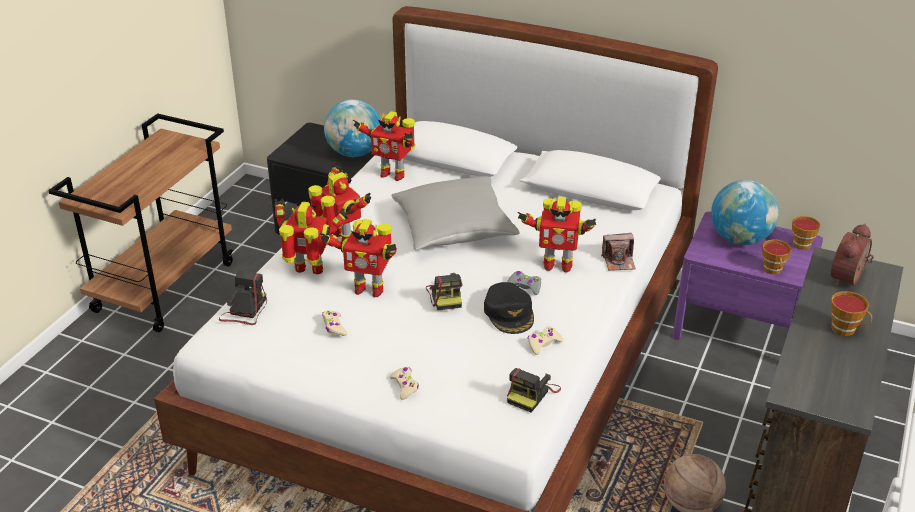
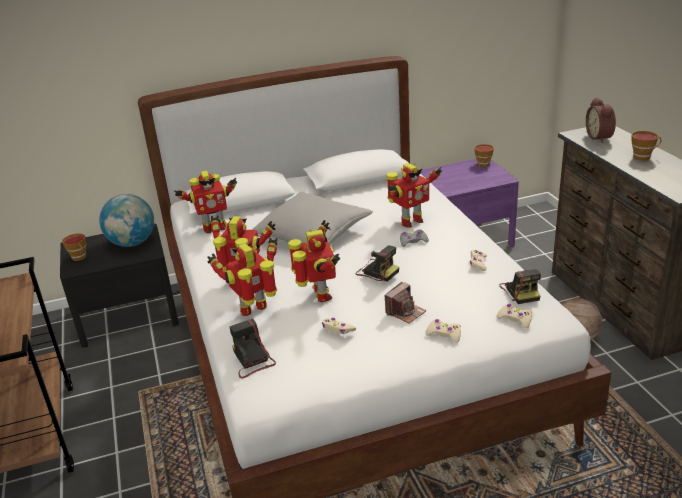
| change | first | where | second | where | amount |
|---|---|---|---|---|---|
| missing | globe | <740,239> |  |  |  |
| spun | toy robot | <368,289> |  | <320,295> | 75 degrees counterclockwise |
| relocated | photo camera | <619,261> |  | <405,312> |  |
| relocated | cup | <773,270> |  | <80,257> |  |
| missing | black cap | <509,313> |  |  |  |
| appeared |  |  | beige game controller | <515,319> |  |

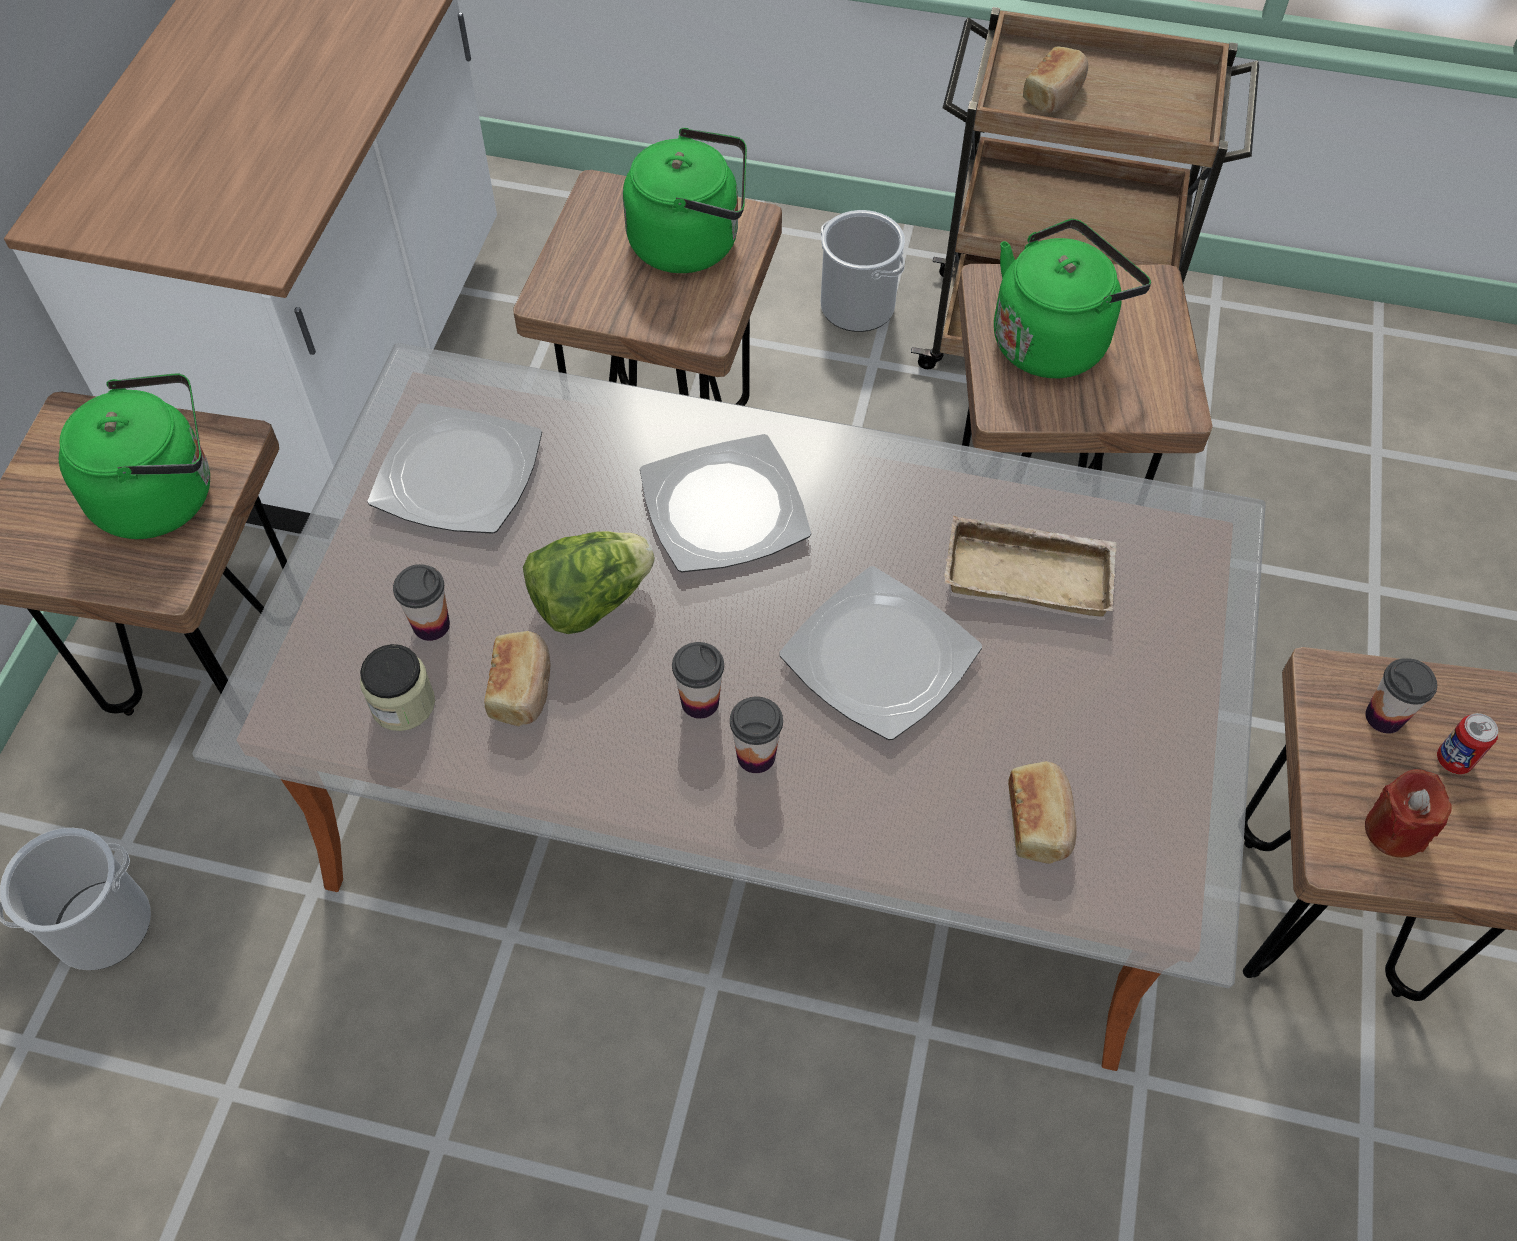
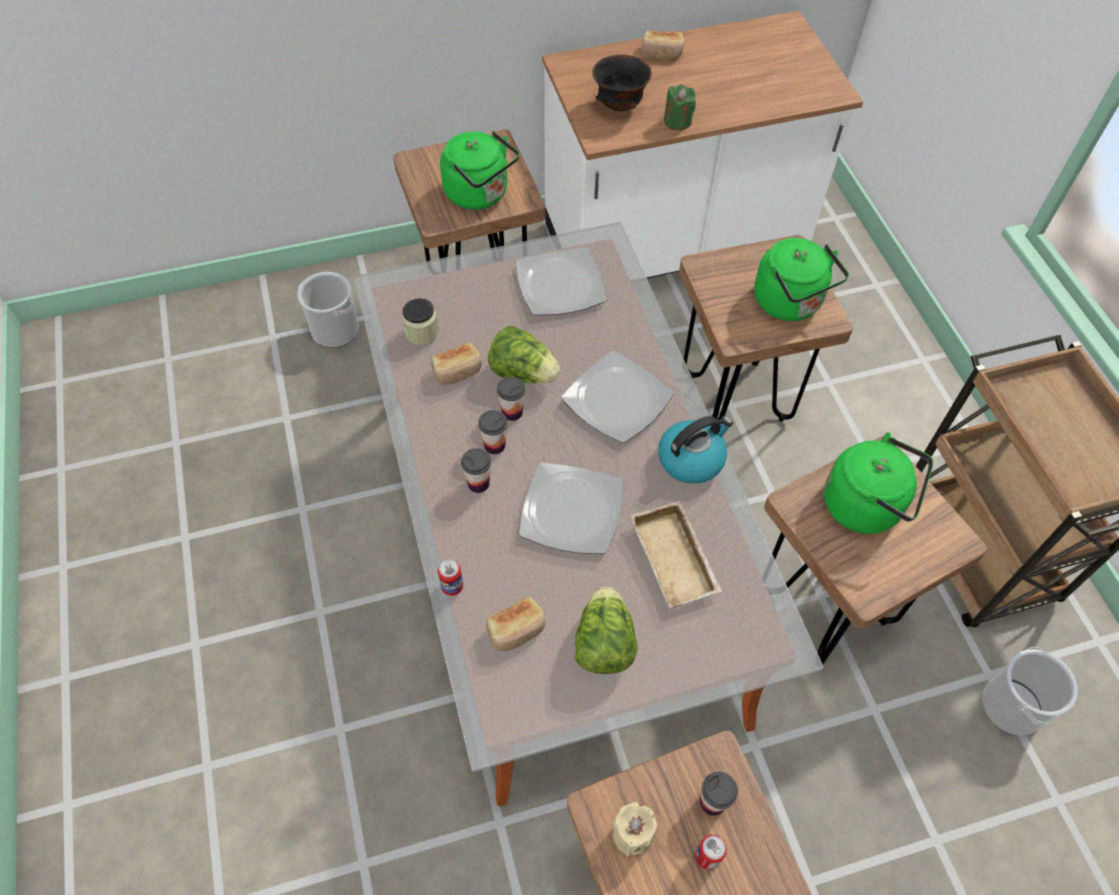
| change | first | where | second | where | amount |
|---|---|---|---|---|---|
| relocated | bread | <1055,93> |  | <661,53> |  |
| relocated | bucket | <857,306> |  | <1011,706> |  |
| relocated | cup | <431,625> |  | <512,412> |  |
| colour | red candle | <1394,830> | beige candle | <632,835> |  |
| appeared |  |  | black bowl | <618,106> |  |
| appeared |  |  | green candle | <677,121> |  |
| appeared |  |  | kettle | <691,458> |  |
| appeared |  |  | can | <452,586> |  |
| appeared |  |  | lettuce | <603,643> |  |

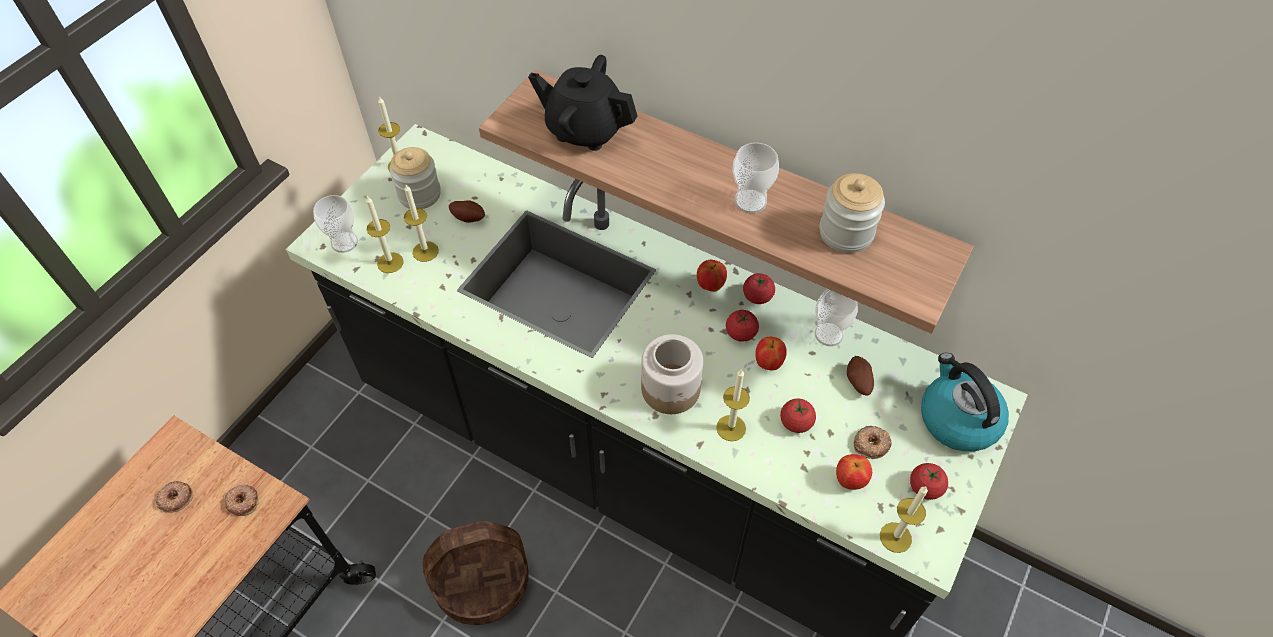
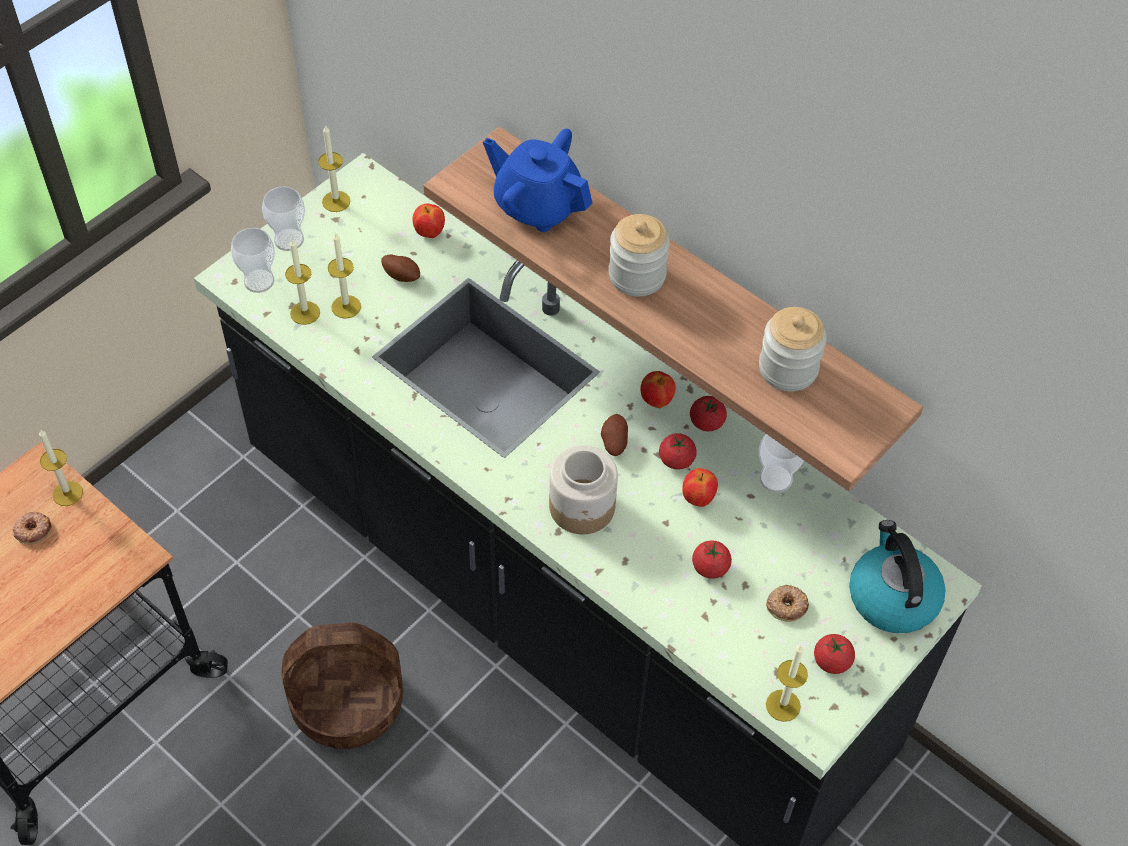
| change | first | where | second | where | amount |
|---|---|---|---|---|---|
| colour | black teapot | <585,129> | blue teapot | <537,206> |  |
| relocated | cup | <750,201> |  | <289,240> |  |
| relocated | jar | <419,194> |  | <637,275> |  |
| relocated | potato | <857,382> |  | <613,442> |  |
| relocated | candle | <731,428> |  | <67,493> |  |
| relocated | apple | <850,480> |  | <429,233> |  |
| missing | donut | <243,501> |  |  |  |

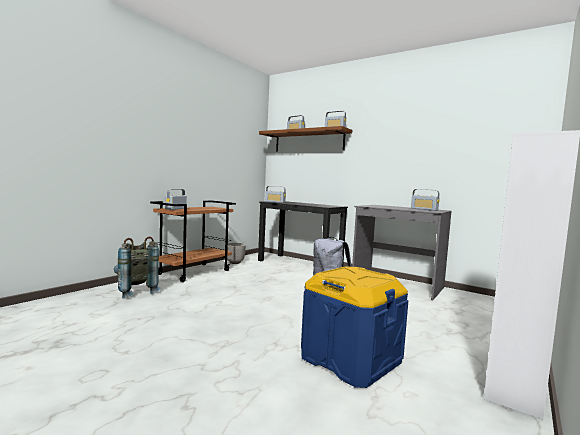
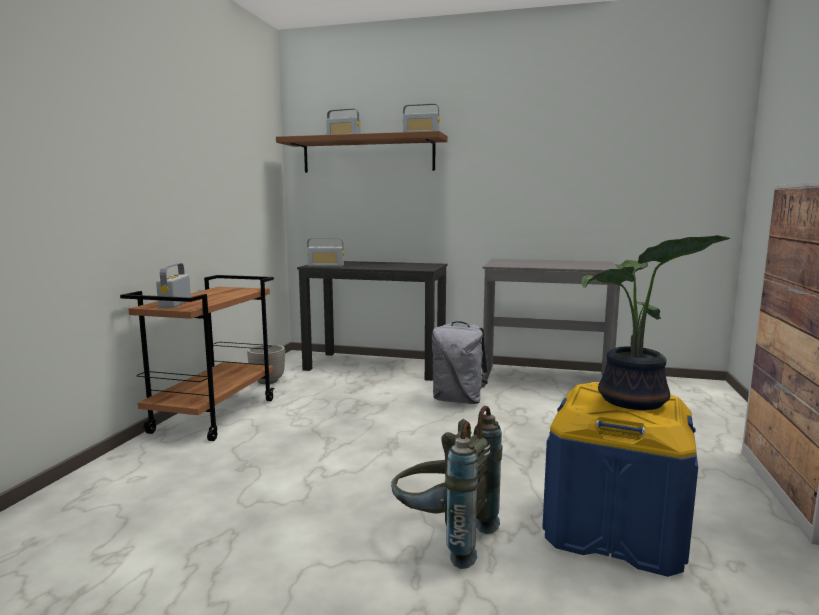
| change | first | where | second | where | amount |
|---|---|---|---|---|---|
| missing | radio | <424,209> |  |  |  |
| relocated | grey backpack | <134,291> |  | <443,537> |  |
| appeared |  |  | potted plant | <633,402> |  |

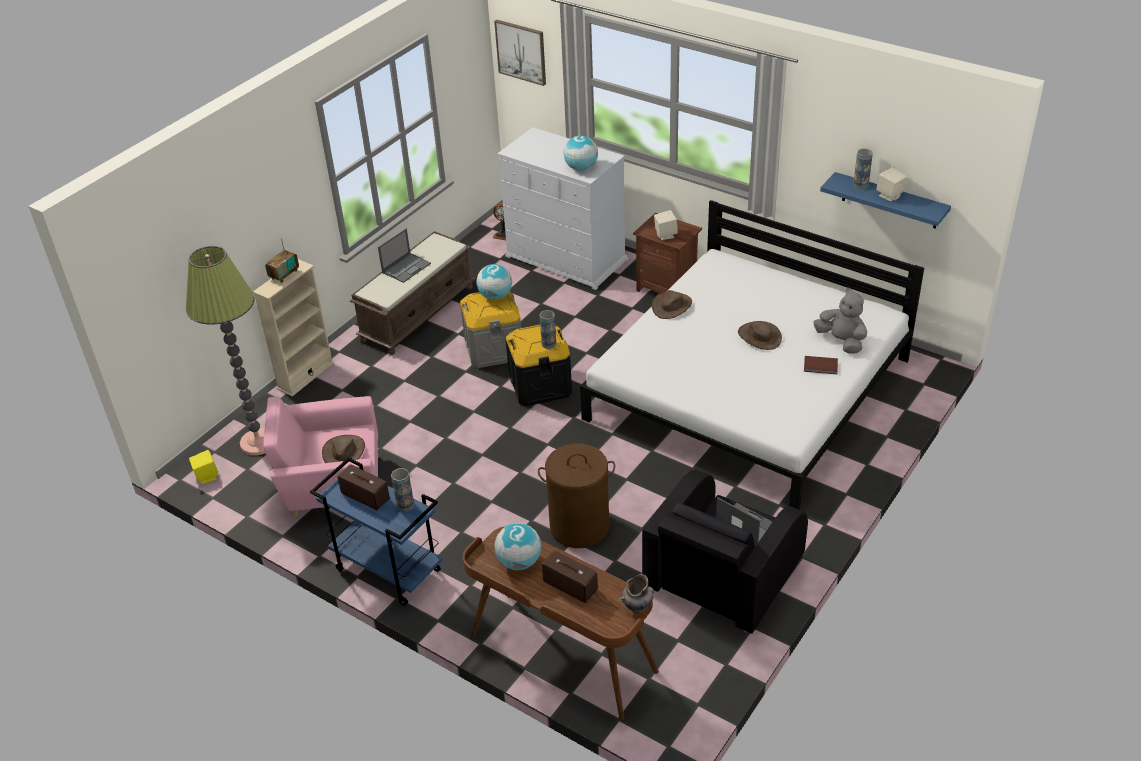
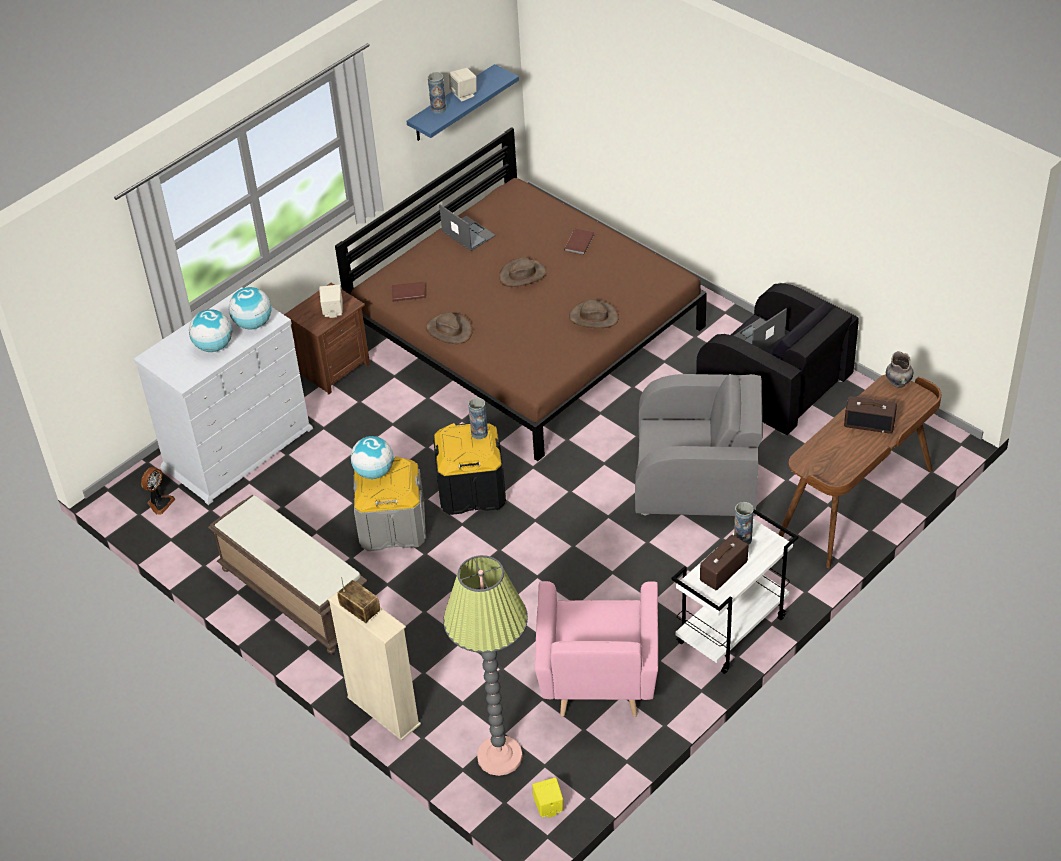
| change | first | where | second | where | amount |
|---|---|---|---|---|---|
| missing | picture | <521,51> |  |  |  |
| colour | white bed | <749,389> | brown bed | <526,331> |  |
| relocated | laptop | <406,267> |  | <467,233> |  |
| missing | grey plush toy | <841,341> |  |  |  |
| relocated | brown hat | <344,452> |  | <593,317> |  |
| exchanged | brown laundry basket | <579,527> | grey armchair | <697,477> |  |
| colour | blue cart | <387,570> | white cart | <731,631> |  |
| relocated | globe | <519,562> |  | <214,346> |  |
| spun | radio | <569,586> |  | <869,423> | 120 degrees counterclockwise |
| appeared |  |  | brown book | <407,292> |  |

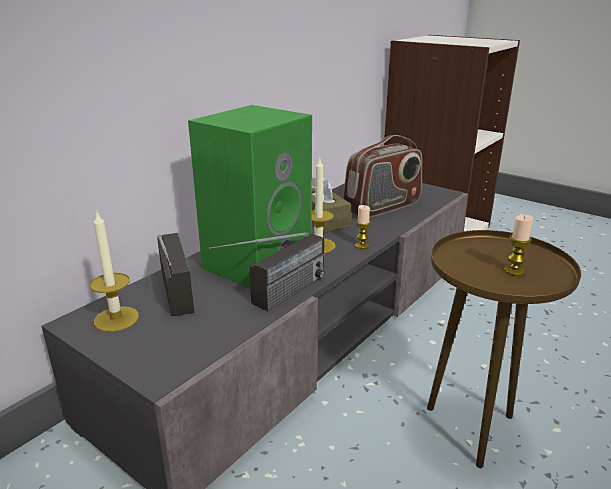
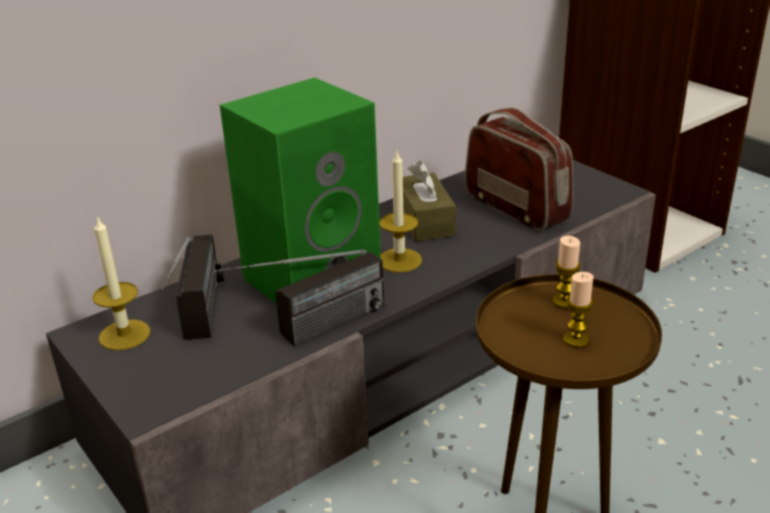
| change | first | where | second | where | amount |
|---|---|---|---|---|---|
| spun | radio | <382,207> |  | <516,208> | 105 degrees counterclockwise |
| relocated | candle | <362,245> |  | <564,301> |  |

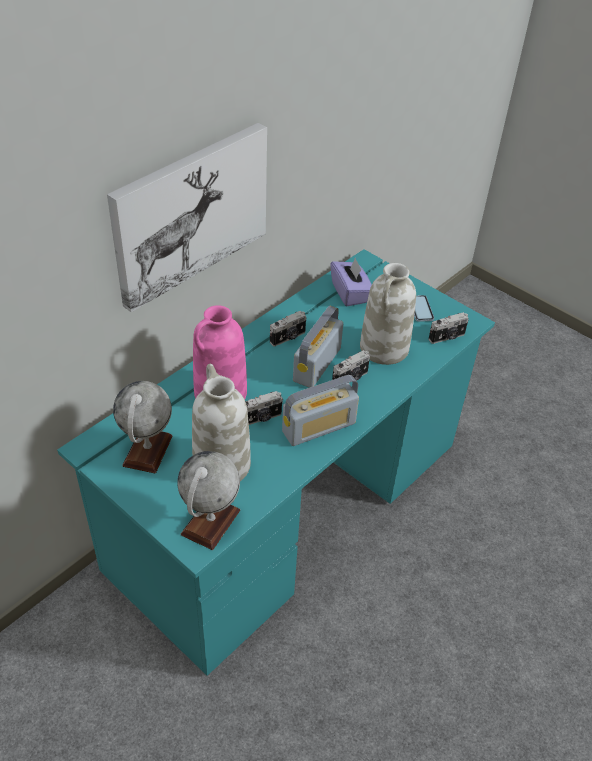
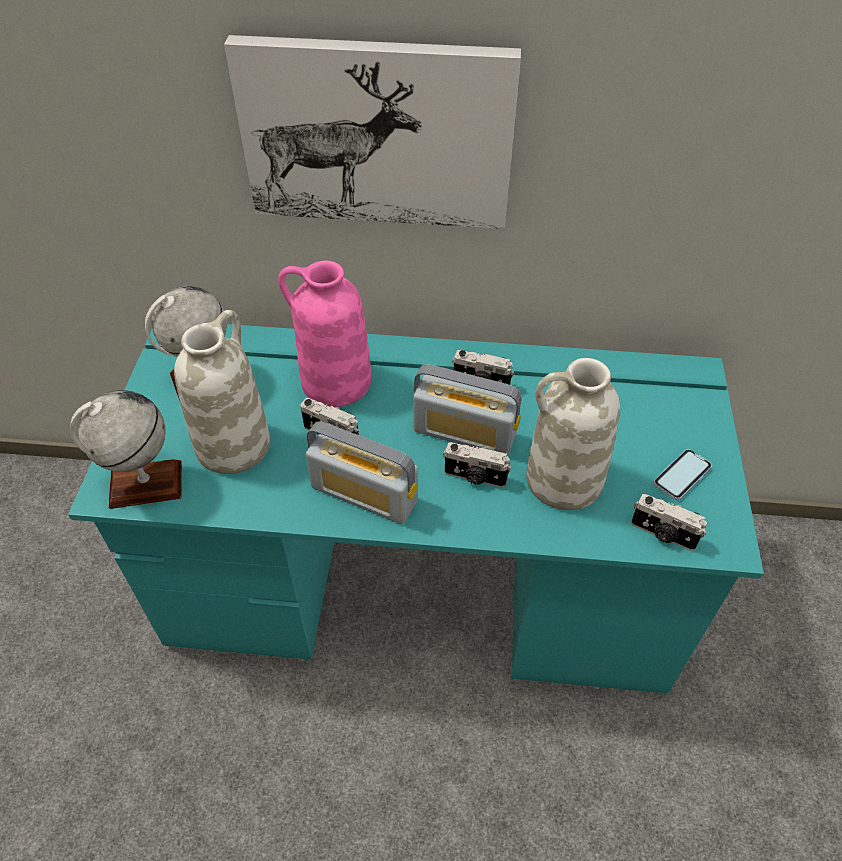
| change | first | where | second | where | amount |
|---|---|---|---|---|---|
| missing | purple tissue box | <350,293> |  |  |  |
| spun | radio | <317,364> |  | <464,433> | 150 degrees counterclockwise |

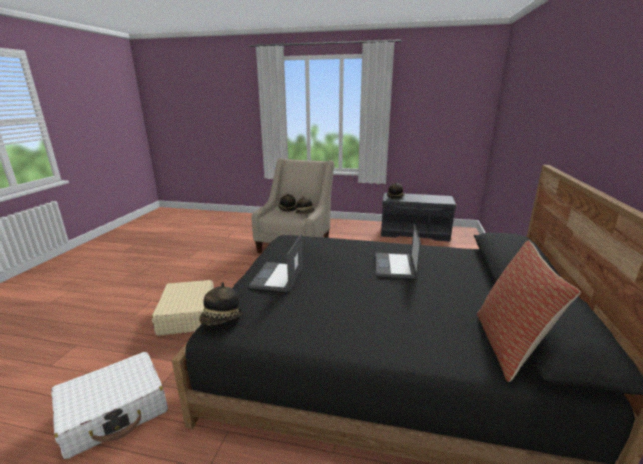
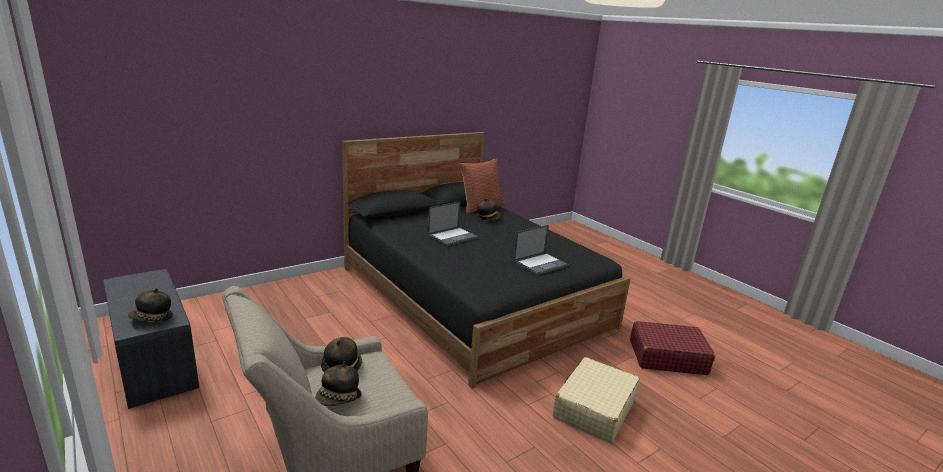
| change | first | where | second | where | amount |
|---|---|---|---|---|---|
| relocated | hat | <222,319> |  | <487,218> |  |
| colour | white suitcase | <115,411> | red suitcase | <667,357> |  |

